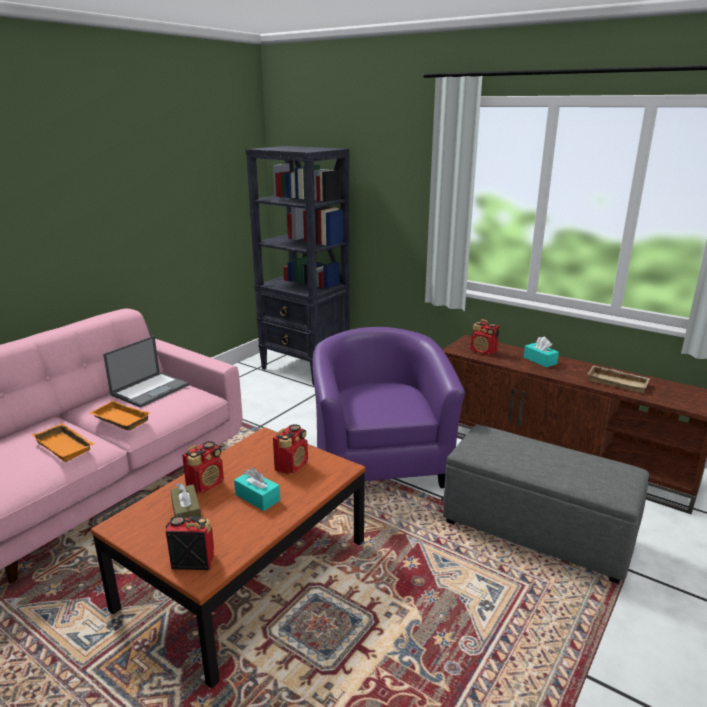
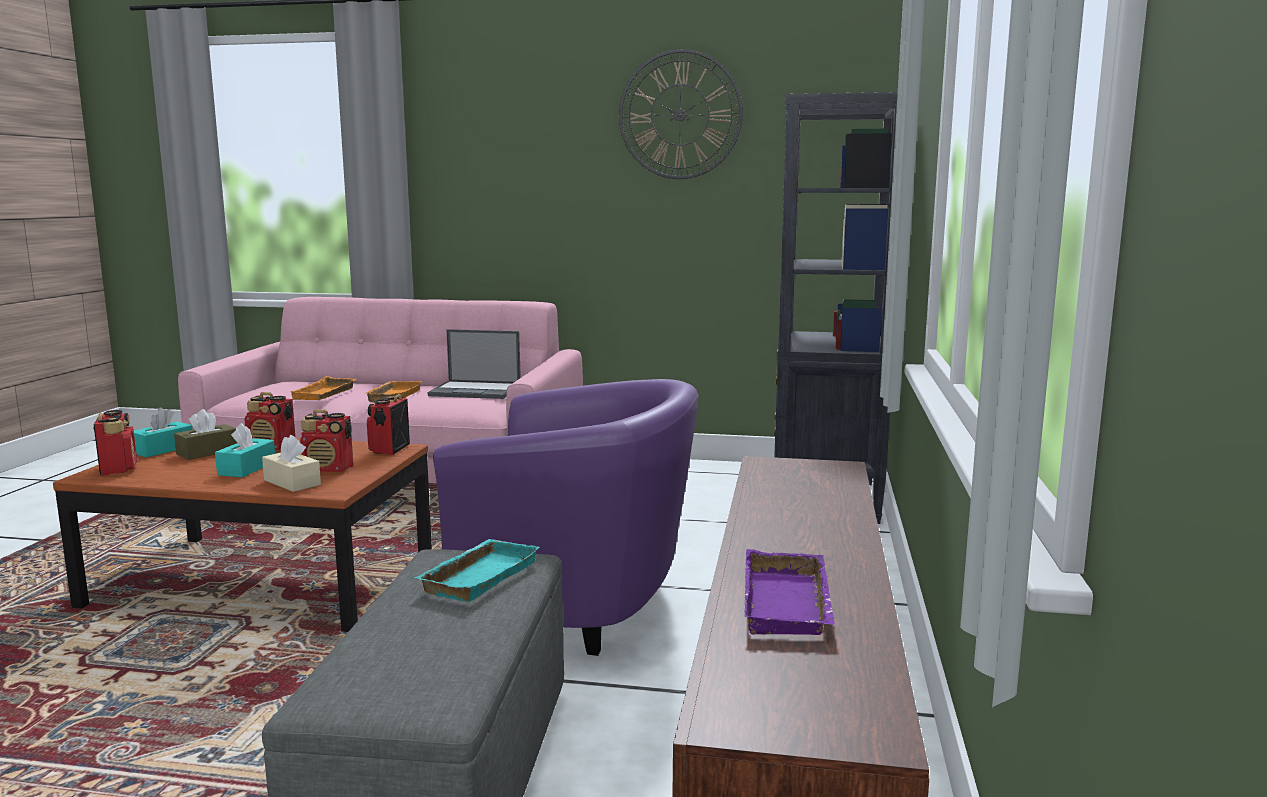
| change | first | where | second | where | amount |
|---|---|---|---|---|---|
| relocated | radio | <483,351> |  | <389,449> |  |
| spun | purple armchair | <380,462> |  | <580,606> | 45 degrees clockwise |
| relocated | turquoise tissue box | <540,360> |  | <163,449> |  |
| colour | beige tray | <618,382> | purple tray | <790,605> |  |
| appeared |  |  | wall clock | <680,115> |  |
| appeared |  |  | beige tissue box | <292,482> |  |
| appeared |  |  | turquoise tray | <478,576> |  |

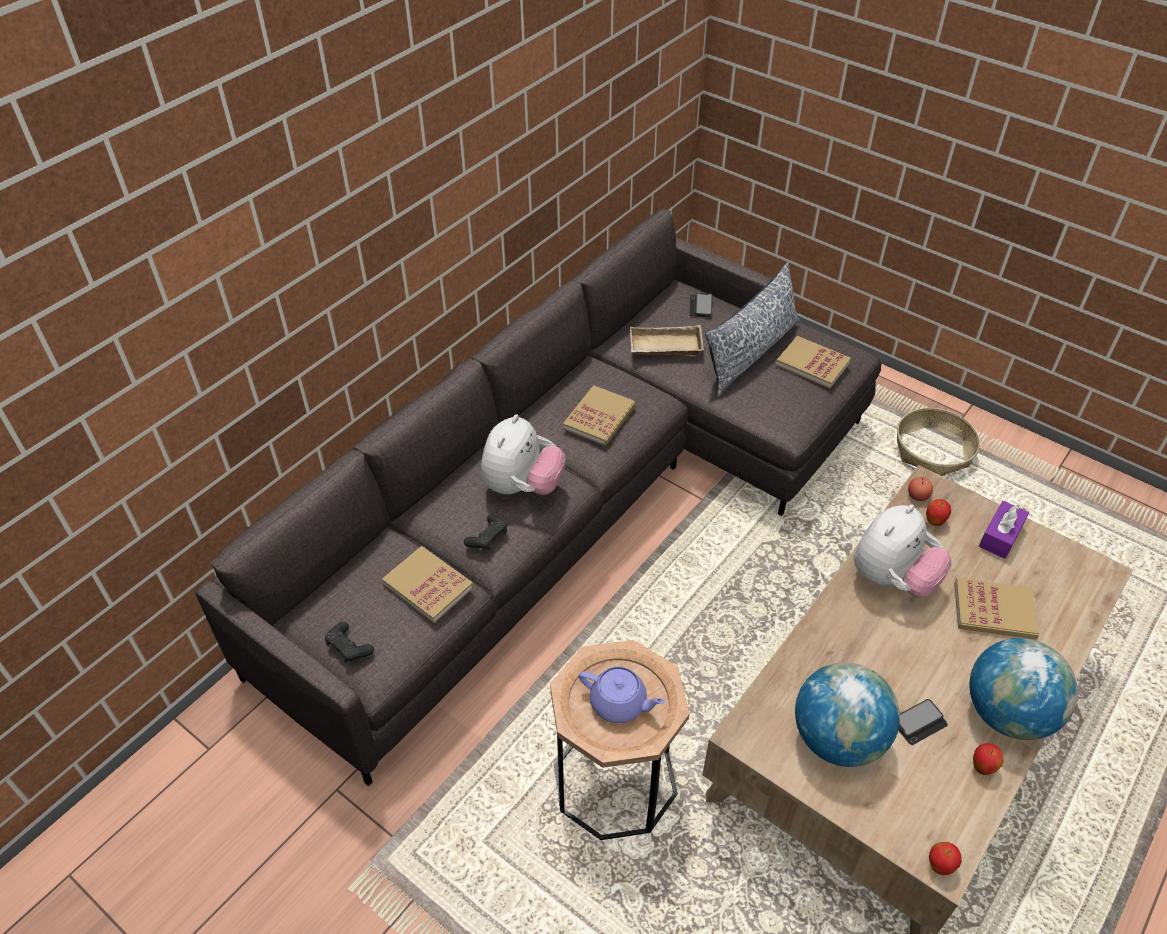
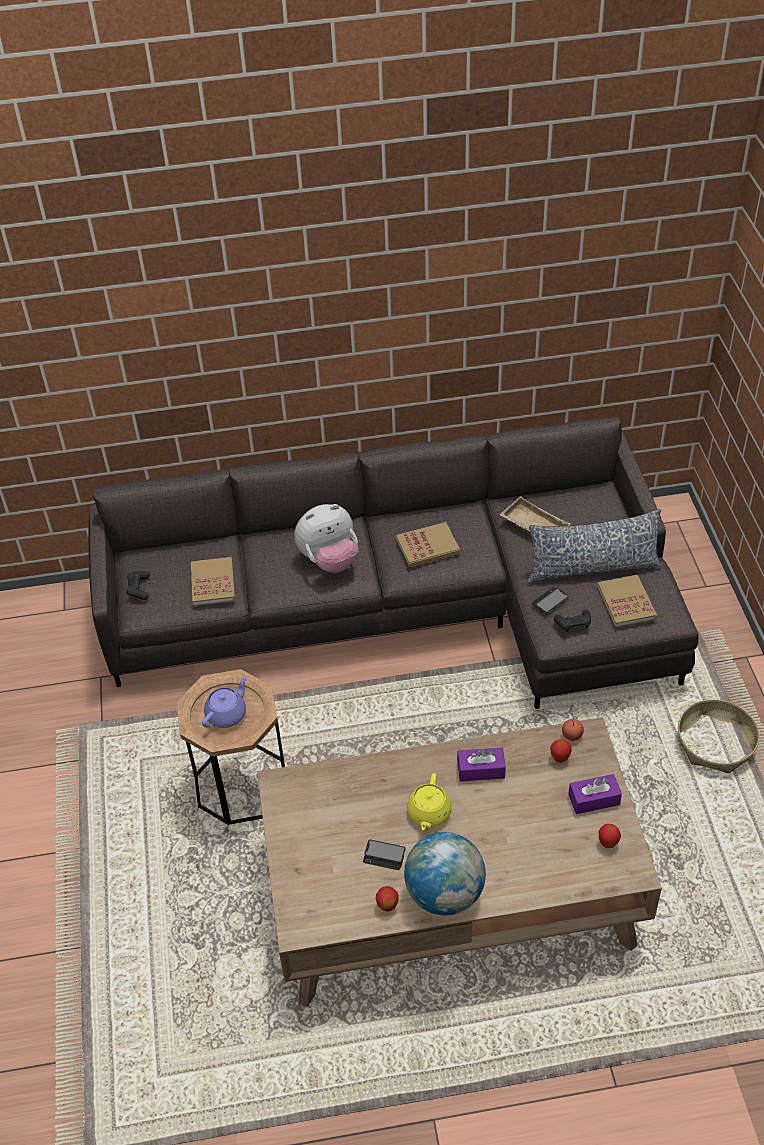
| change | first | where | second | where | amount |
|---|---|---|---|---|---|
| relocated | phone | <700,306> |  | <550,601> |  |
| exchanged | plush toy | <892,579> | purple tissue box | <481,770> |  |
| relocated | black game controller | <487,537> |  | <573,624> |  |
| missing | book | <994,611> |  |  |  |
| missing | globe | <837,738> |  |  |  |
| spun | purple teapot | <619,703> |  | <227,714> | 120 degrees counterclockwise |
| relocated | apple | <939,866> |  | <608,843> |  |
| appeared |  |  | yellow teapot | <429,813> |  |

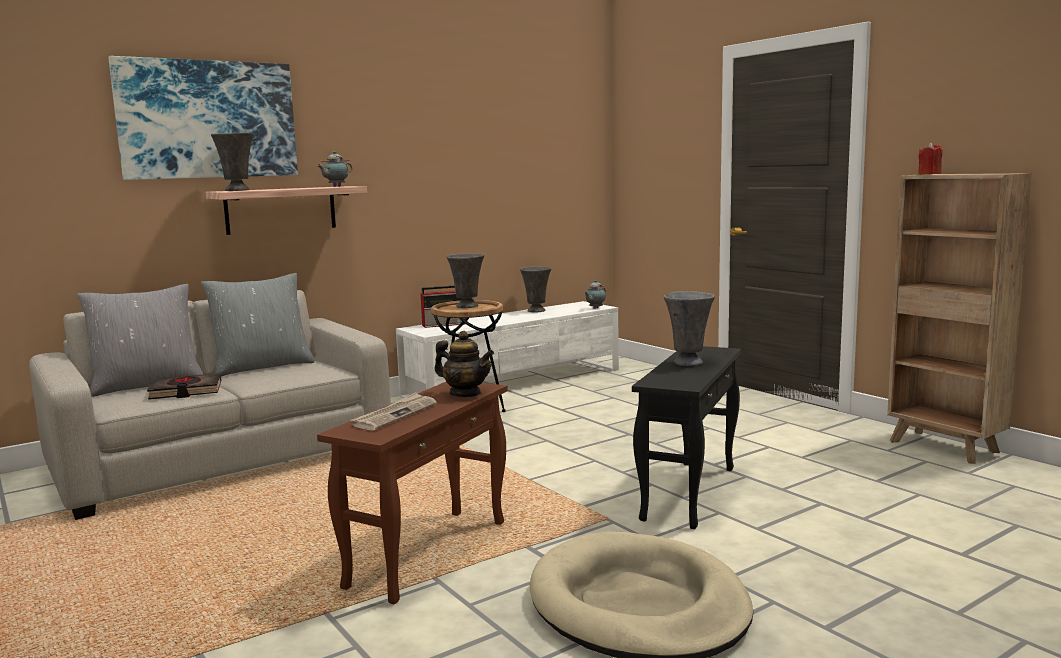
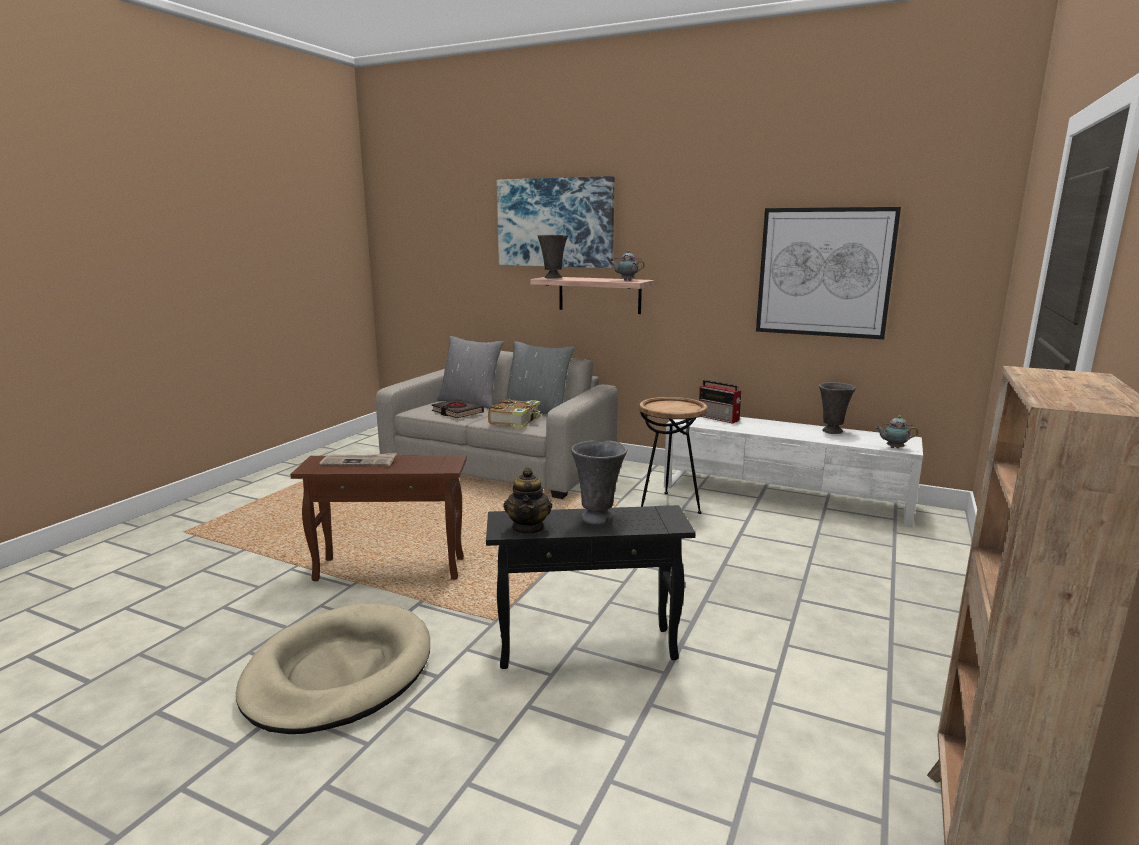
| change | first | where | second | where | amount |
|---|---|---|---|---|---|
| missing | red candle | <929,174> |  |  |  |
| missing | grey vase | <467,307> |  |  |  |
| relocated | teapot | <465,394> |  | <528,528> |  |
| appeared |  |  | picture | <824,272> |  |
| appeared |  |  | book | <516,421> |  |

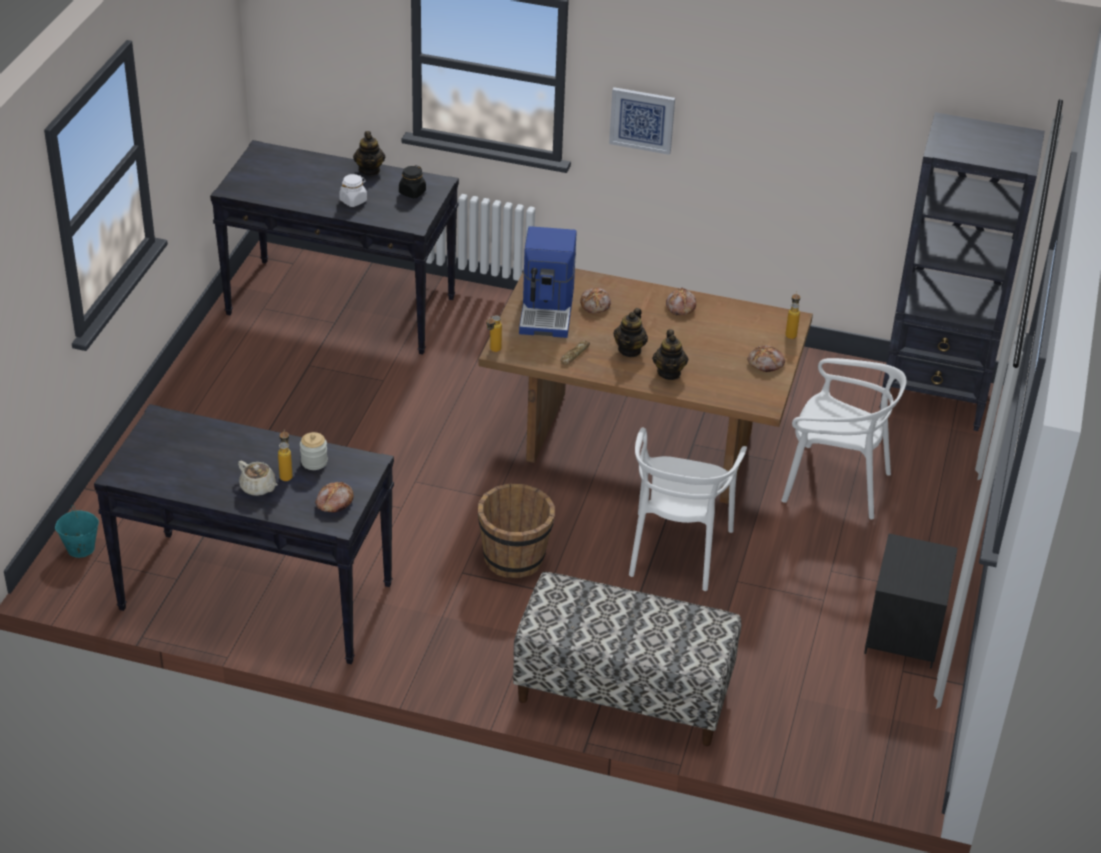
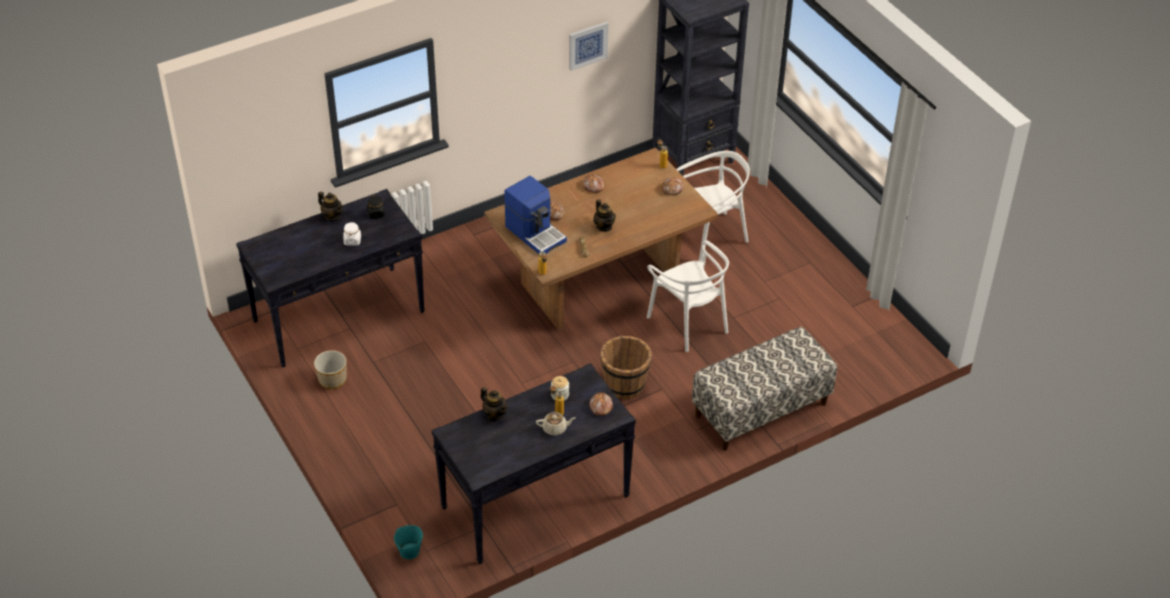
| change | first | where | second | where | amount |
|---|---|---|---|---|---|
| relocated | picture | <642,120> |  | <587,45> |  |
| relocated | teapot | <669,372> |  | <494,414> |  |
| missing | black nightstand | <905,633> |  |  |  |
| appeared |  |  | planter | <332,380> |  |

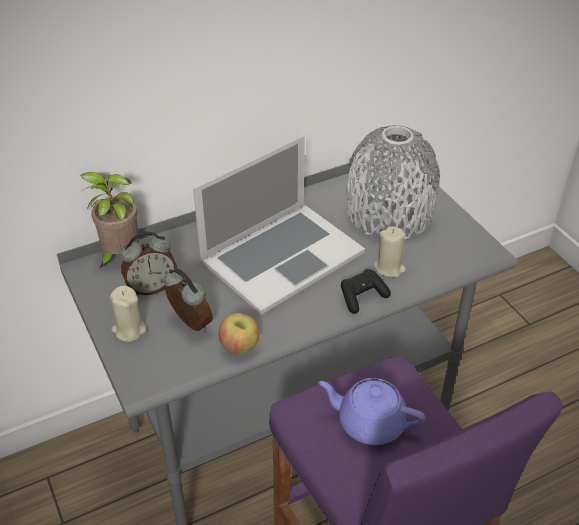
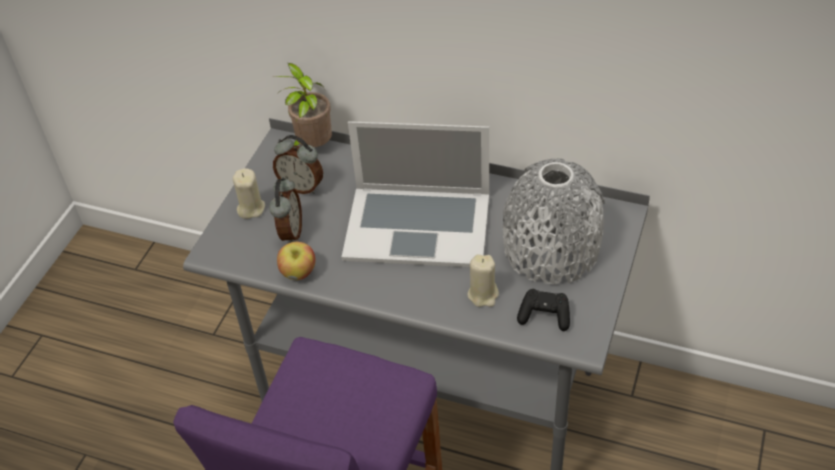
| change | first | where | second | where | amount |
|---|---|---|---|---|---|
| relocated | black game controller | <362,297> |  | <544,316> |  |
| missing | purple teapot | <369,422> |  |  |  |

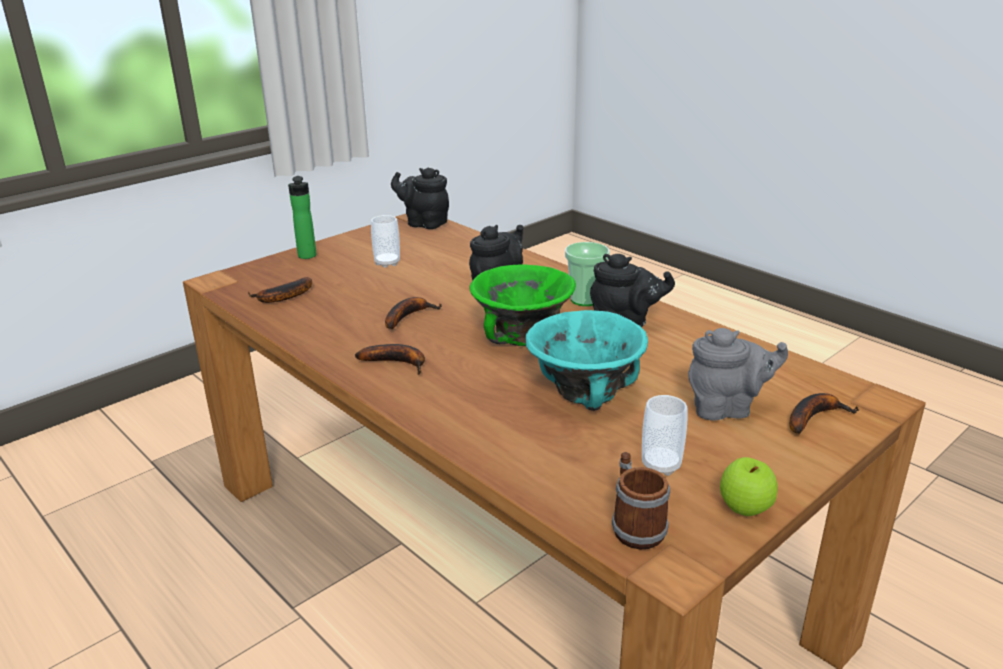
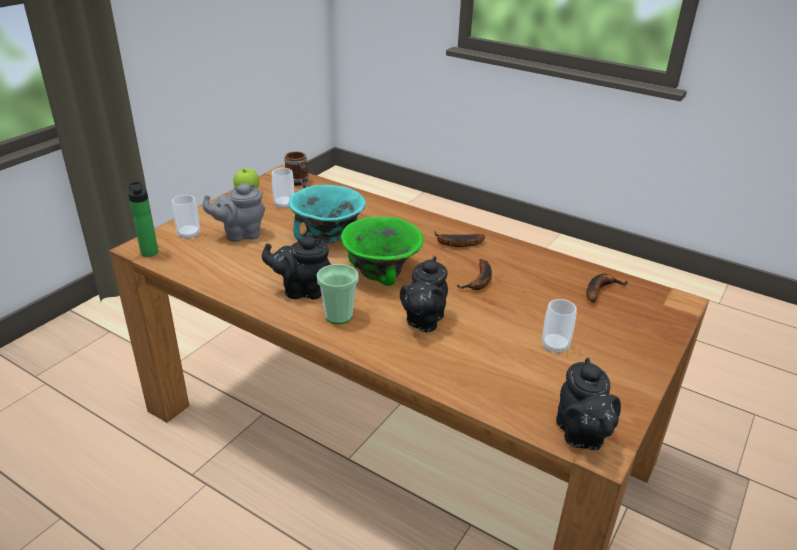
| change | first | where | second | where | amount |
|---|---|---|---|---|---|
| spun | black teapot | <424,223> |  | <581,435> | 75 degrees clockwise |
| relocated | bottle | <307,257> |  | <149,251> |  |
| exchanged | banana | <813,417> | cup | <189,234> |  |

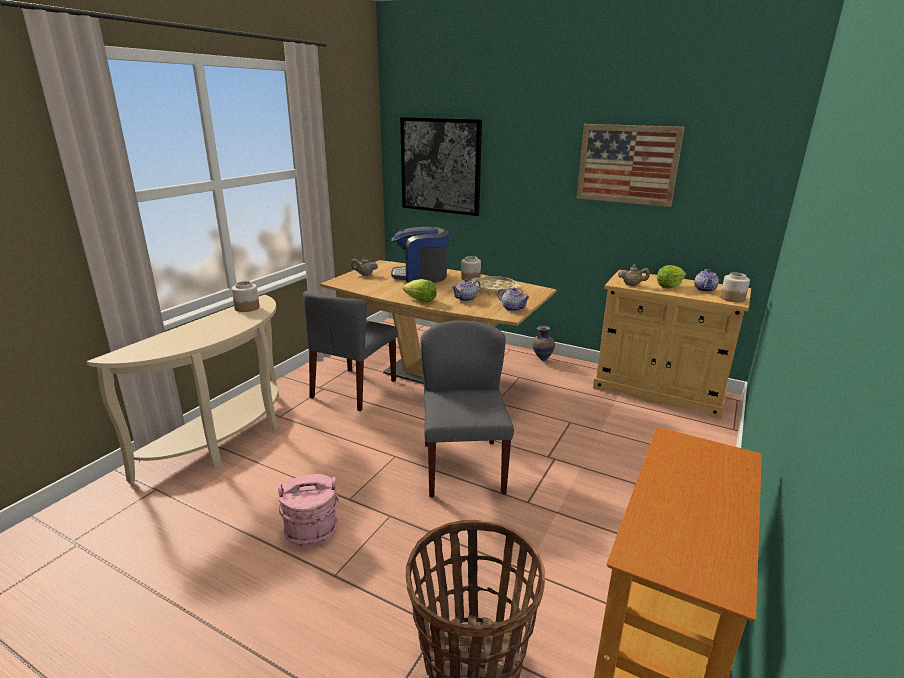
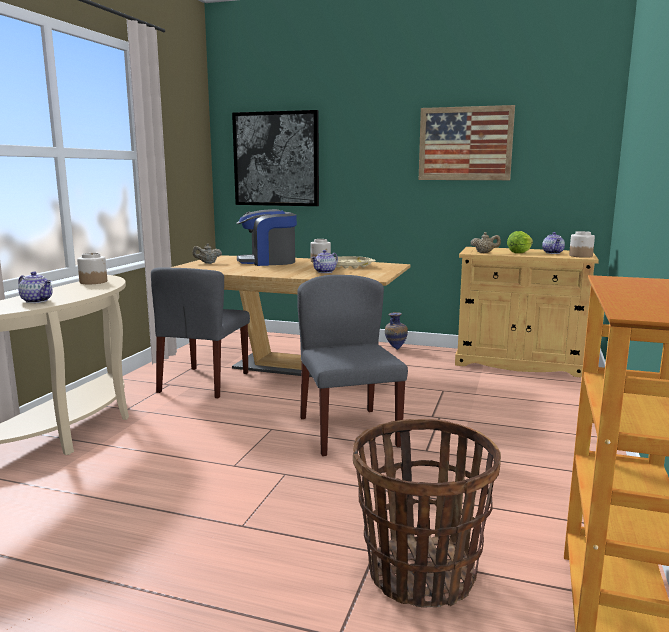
| change | first | where | second | where | amount |
|---|---|---|---|---|---|
| missing | lettuce | <420,300> |  |  |  |
| relocated | teapot | <513,308> |  | <37,301> |  |
| missing | pink bucket | <312,529> |  |  |  |

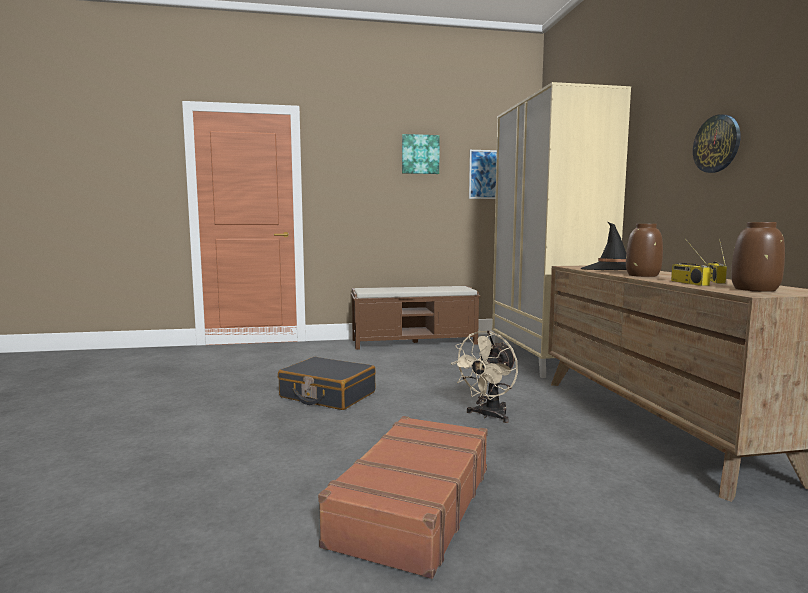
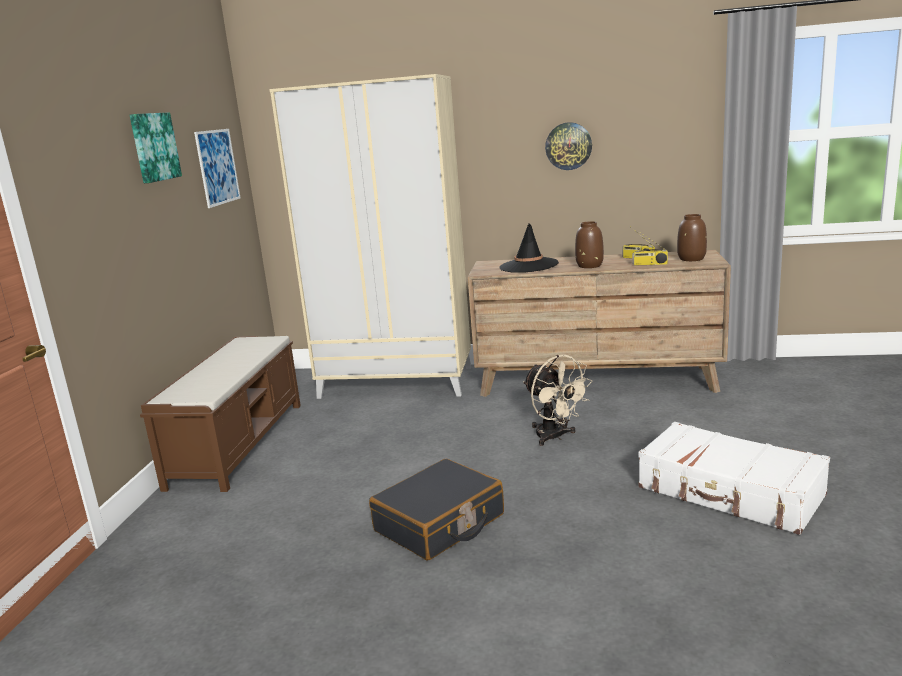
| change | first | where | second | where | amount |
|---|---|---|---|---|---|
| colour | brown suitcase | <412,505> | white suitcase | <730,492> |  |

